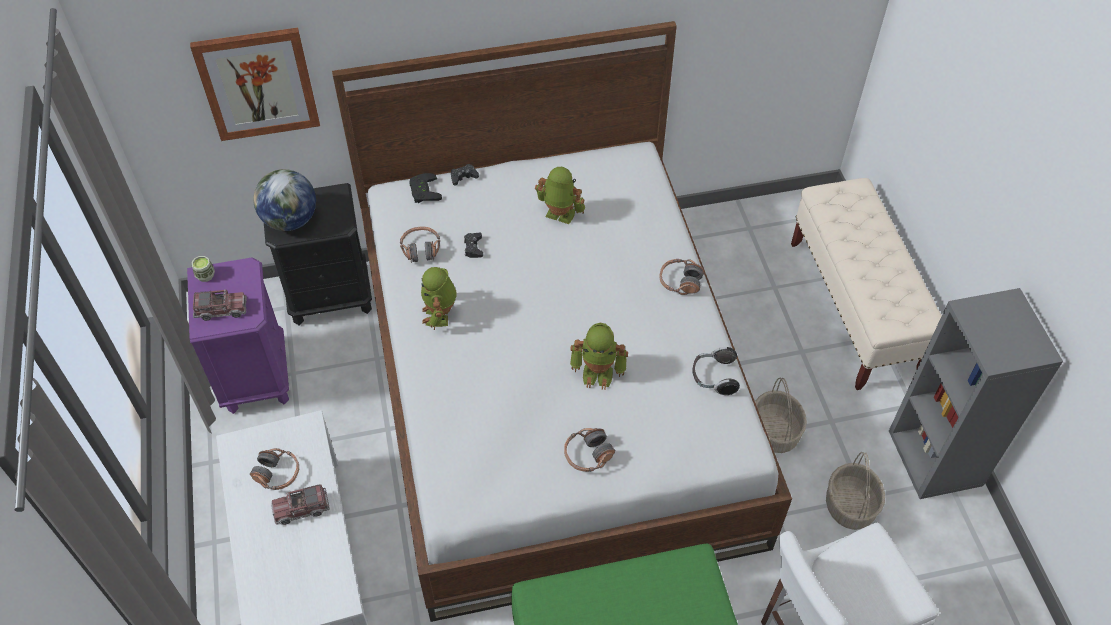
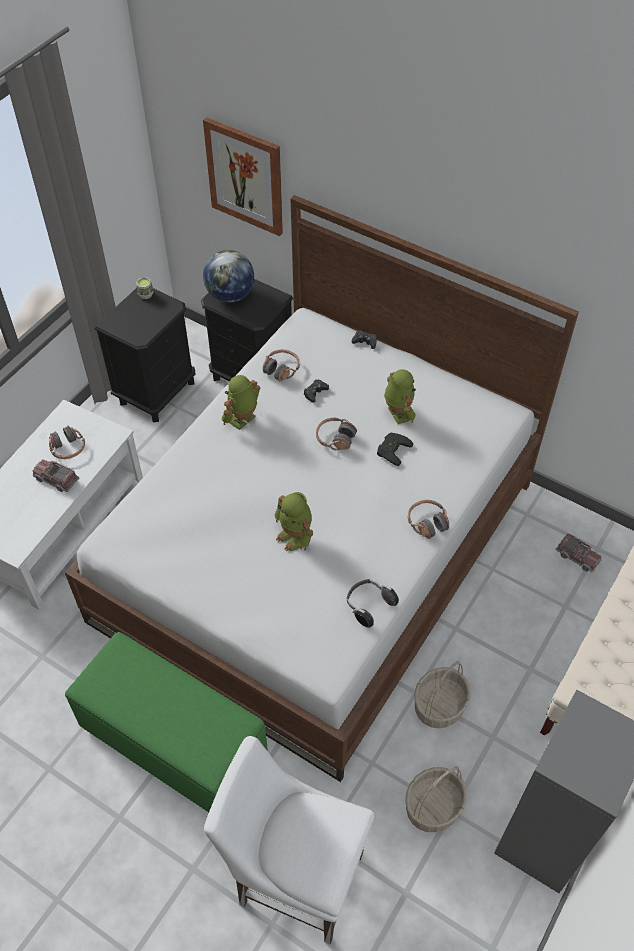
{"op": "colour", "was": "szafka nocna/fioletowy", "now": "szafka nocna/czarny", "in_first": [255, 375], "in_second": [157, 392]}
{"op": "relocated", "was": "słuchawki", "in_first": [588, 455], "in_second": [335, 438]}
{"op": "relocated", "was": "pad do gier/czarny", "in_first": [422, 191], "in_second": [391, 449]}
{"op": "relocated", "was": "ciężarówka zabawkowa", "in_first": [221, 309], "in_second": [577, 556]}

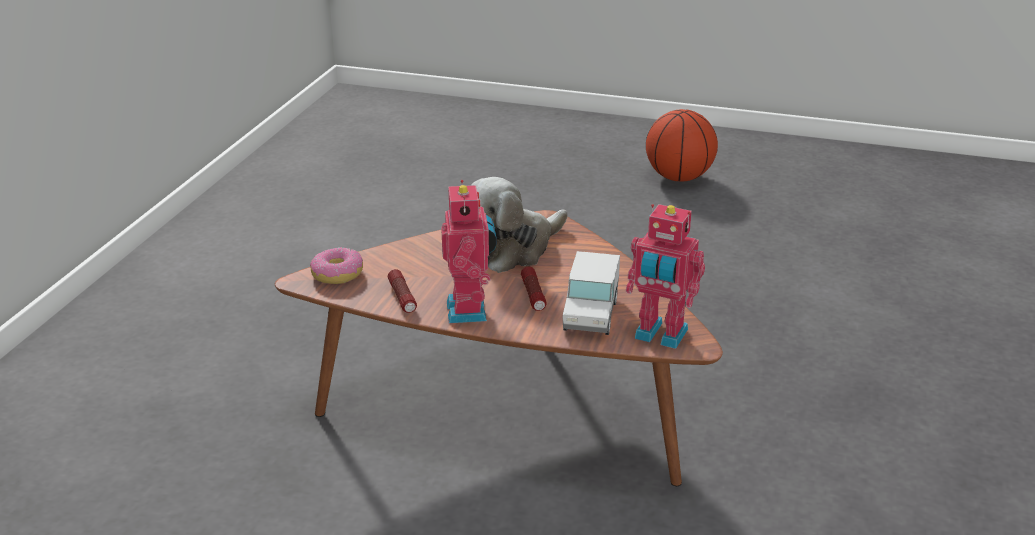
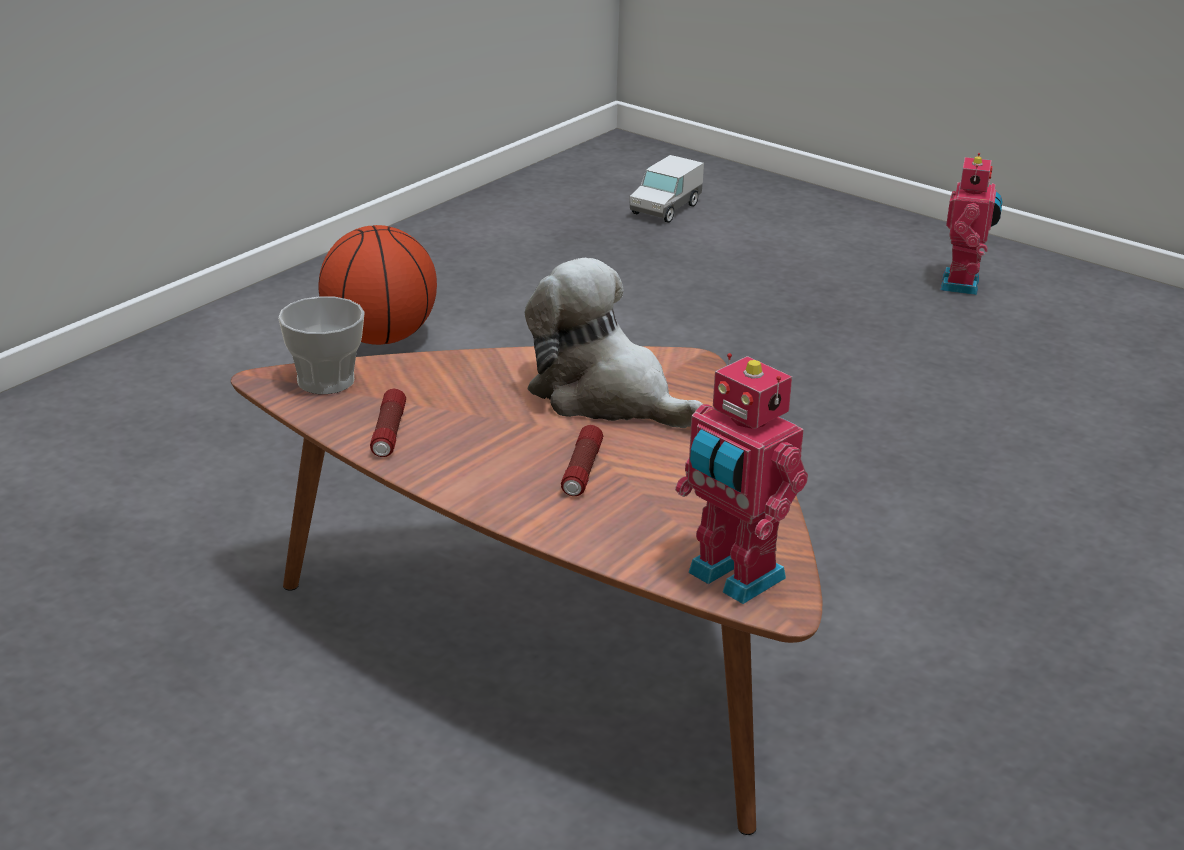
{"op": "exchanged", "was": "donut", "now": "filiżanka", "in_first": [337, 274], "in_second": [325, 381]}
{"op": "relocated", "was": "piłka do koszykówki", "in_first": [678, 178], "in_second": [379, 338]}
{"op": "spun", "was": "pluszak", "in_first": [514, 249], "in_second": [606, 397], "clockwise": 60}
{"op": "relocated", "was": "ciężarówka zabawkowa", "in_first": [590, 315], "in_second": [665, 209]}
{"op": "relocated", "was": "robot zabawkowy", "in_first": [470, 310], "in_second": [963, 285]}

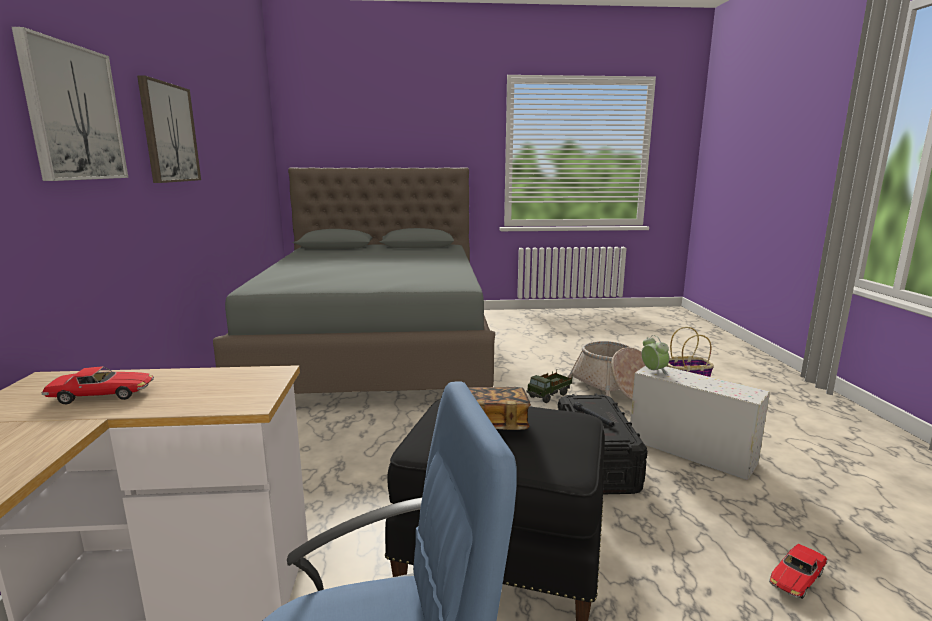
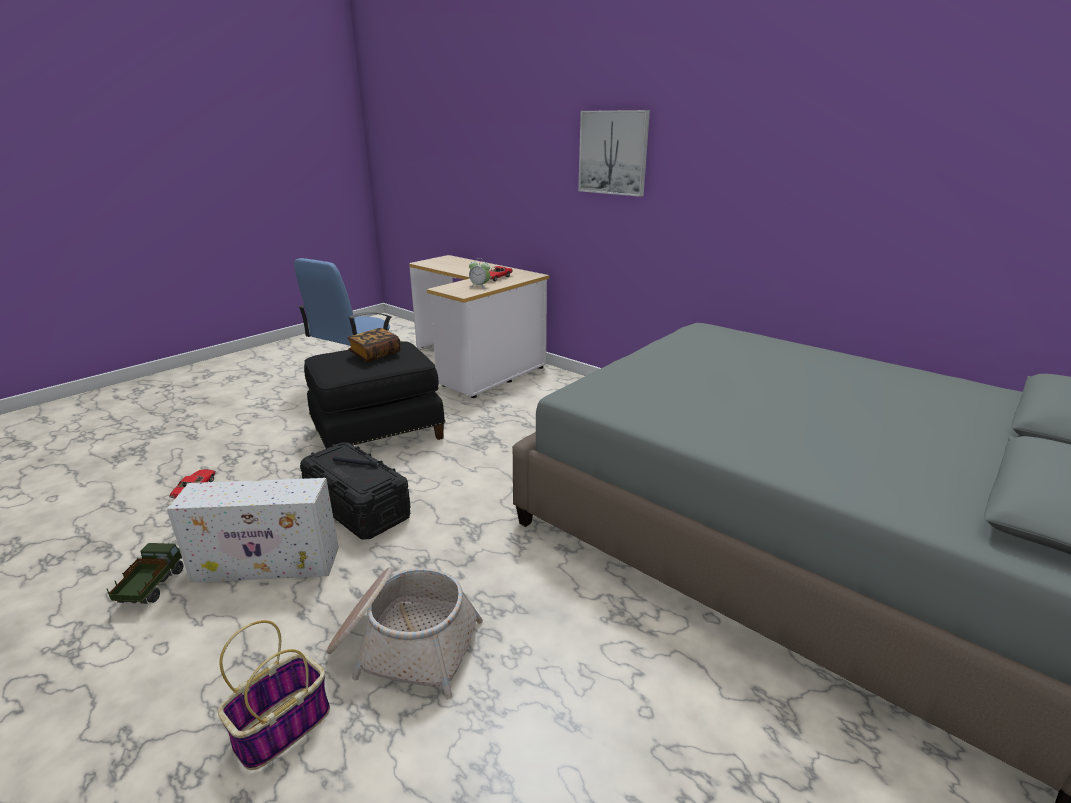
{"op": "relocated", "was": "ciężarówka zabawkowa", "in_first": [549, 395], "in_second": [153, 587]}
{"op": "relocated", "was": "budzik", "in_first": [653, 371], "in_second": [479, 286]}
{"op": "missing", "was": "obraz", "in_first": [169, 133]}

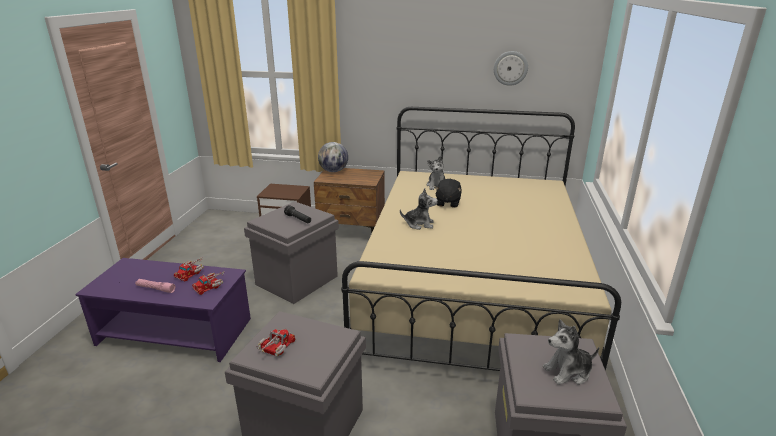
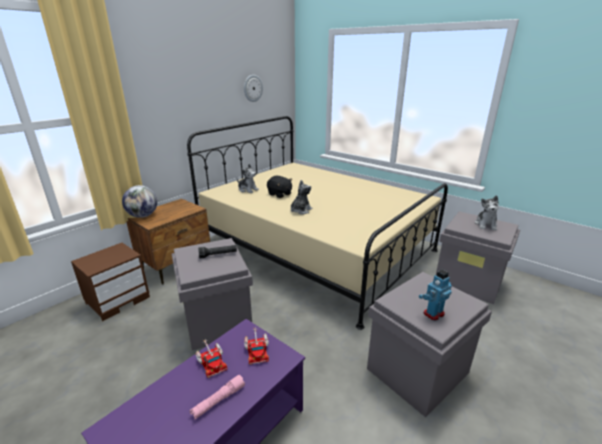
{"op": "exchanged", "was": "ciężarówka zabawkowa", "now": "robot zabawkowy", "in_first": [275, 349], "in_second": [433, 313]}

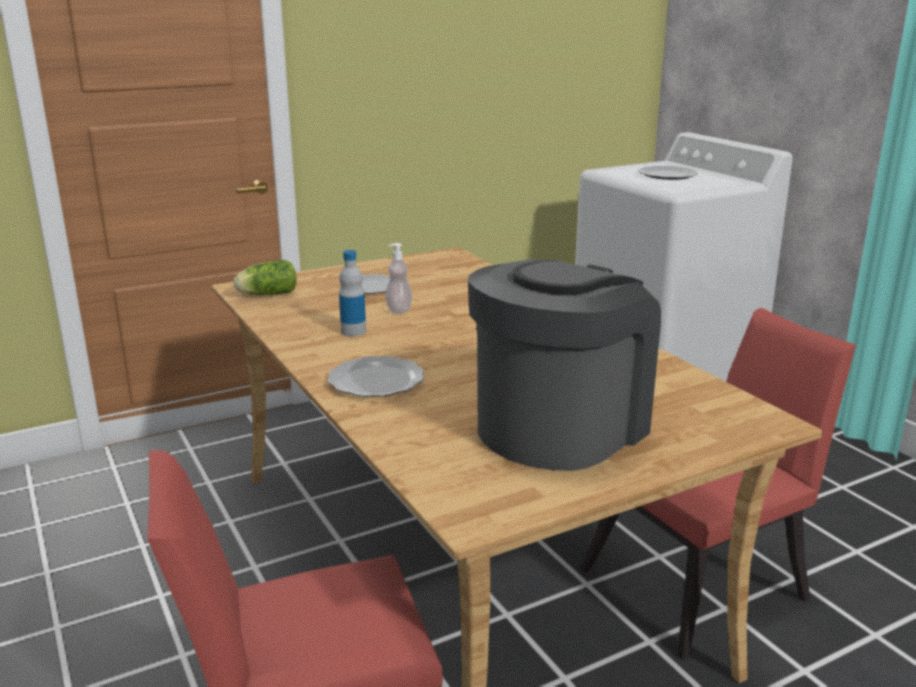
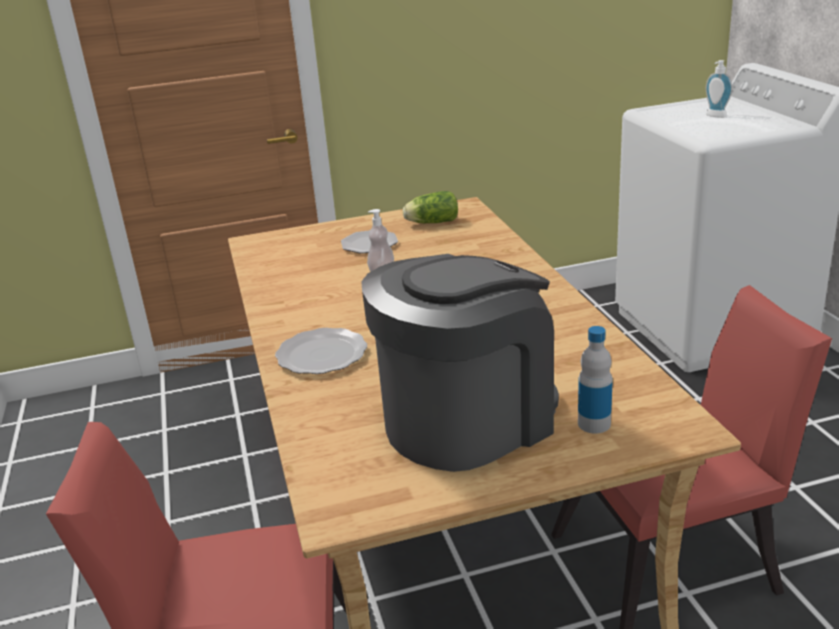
{"op": "relocated", "was": "sałata", "in_first": [266, 294], "in_second": [430, 222]}
{"op": "relocated", "was": "butelka", "in_first": [353, 331], "in_second": [594, 424]}
{"op": "exchanged", "was": "talerz", "now": "dozownik mydła", "in_first": [668, 175], "in_second": [714, 116]}

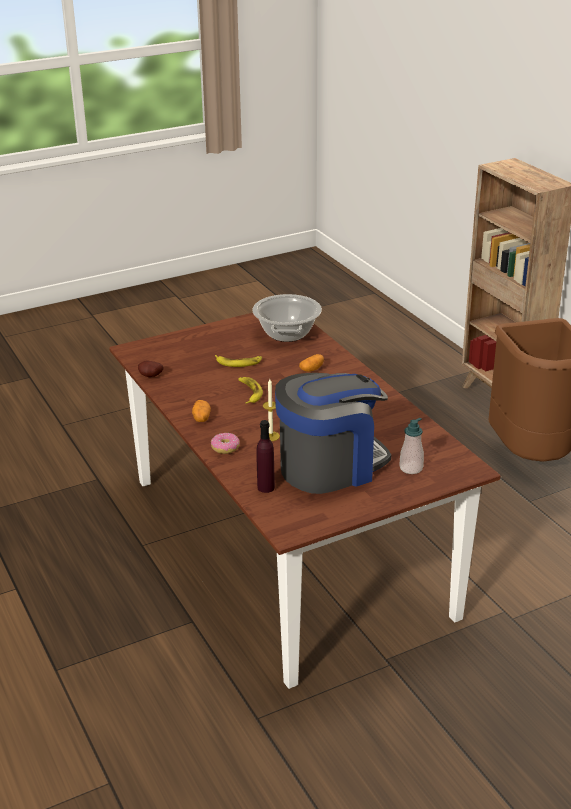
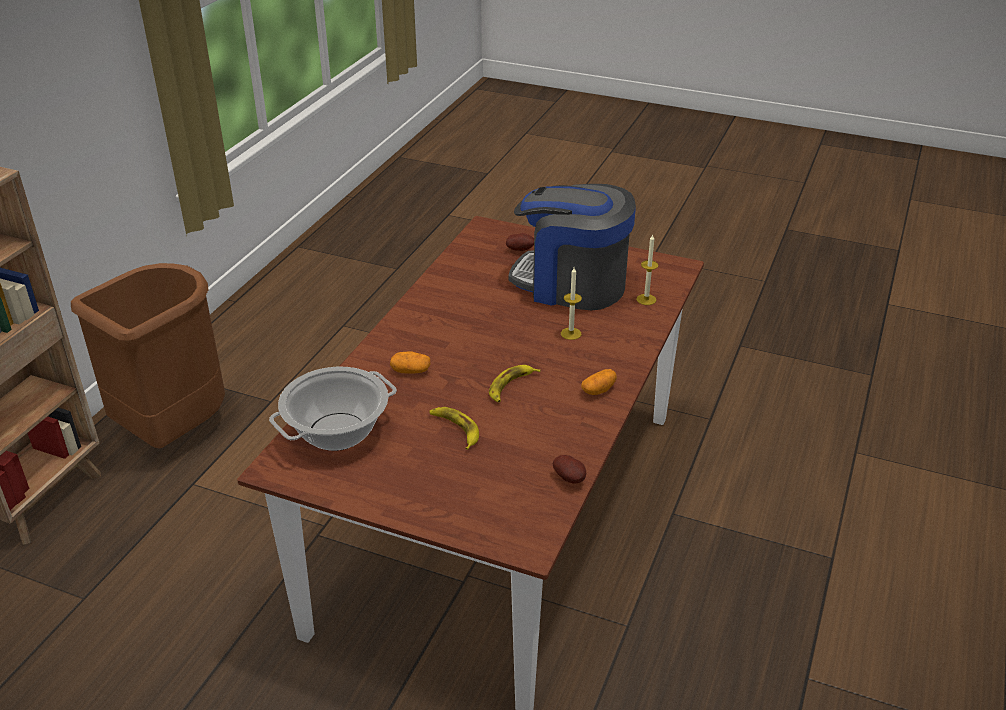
{"op": "exchanged", "was": "dozownik mydła", "now": "ziemniak", "in_first": [411, 468], "in_second": [520, 250]}
{"op": "exchanged", "was": "butelka/fioletowy", "now": "świeca", "in_first": [266, 487], "in_second": [646, 299]}
{"op": "missing", "was": "donut", "in_first": [225, 448]}

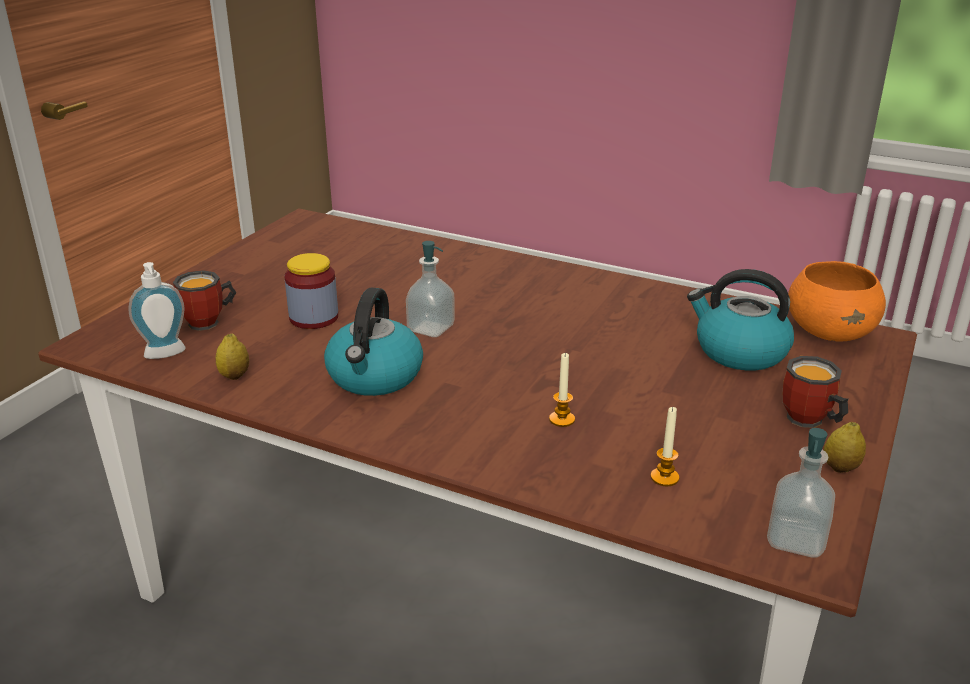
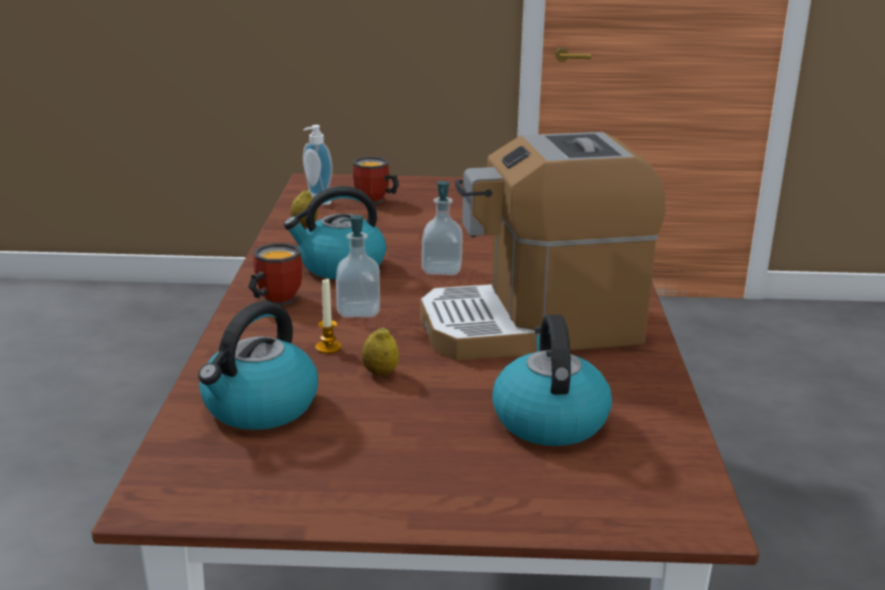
{"op": "exchanged", "was": "świeca", "now": "czajnik", "in_first": [664, 477], "in_second": [259, 407]}
{"op": "relocated", "was": "kubek", "in_first": [808, 422], "in_second": [273, 300]}
{"op": "relocated", "was": "dozownik mydła", "in_first": [796, 540], "in_second": [358, 310]}
{"op": "relocated", "was": "cytryna", "in_first": [840, 468], "in_second": [380, 373]}
{"op": "appeared", "now": "ekspres do kawy", "in_second": [533, 326]}
{"op": "missing", "was": "słoik", "in_first": [314, 318]}
{"op": "missing", "was": "miska/pomarańczowy", "in_first": [830, 333]}

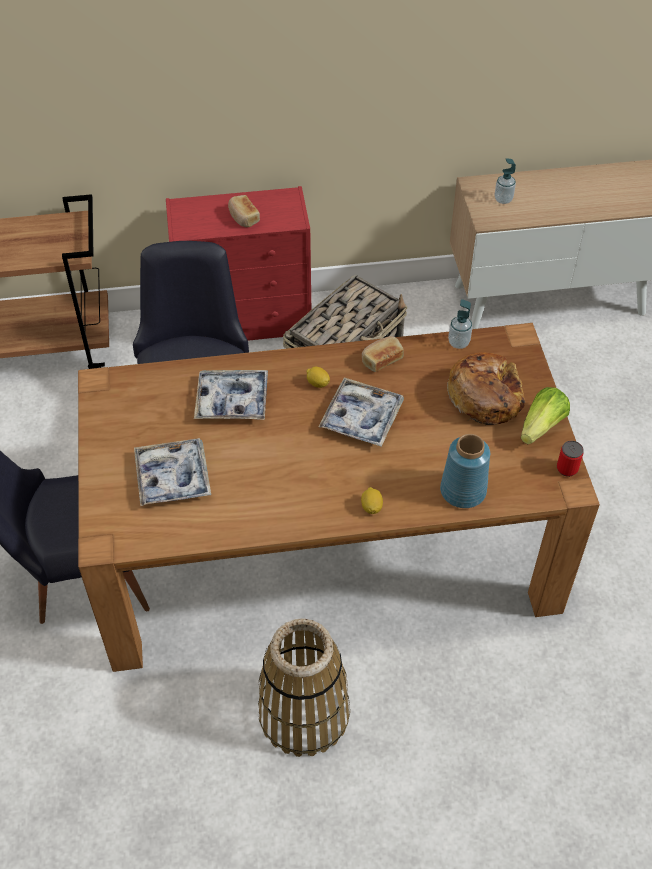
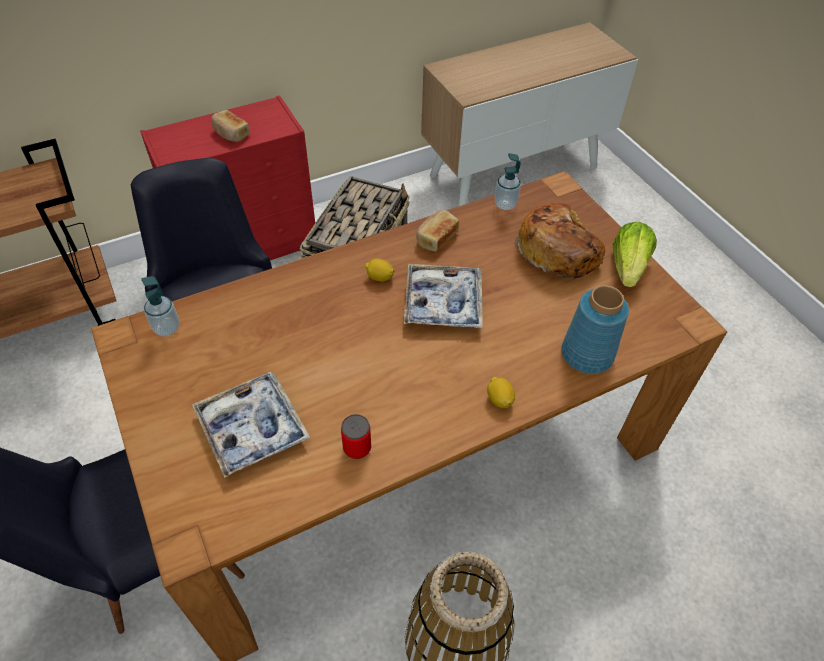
{"op": "relocated", "was": "dozownik mydła", "in_first": [503, 199], "in_second": [167, 328]}
{"op": "relocated", "was": "puszka", "in_first": [567, 469], "in_second": [357, 448]}
{"op": "missing", "was": "taca", "in_first": [232, 401]}

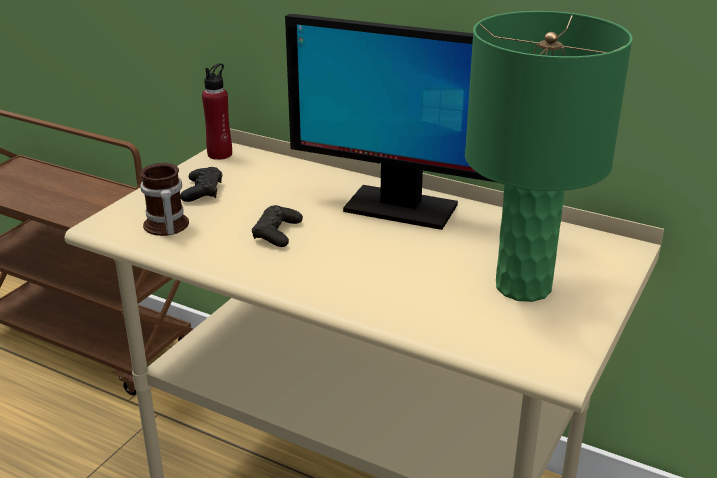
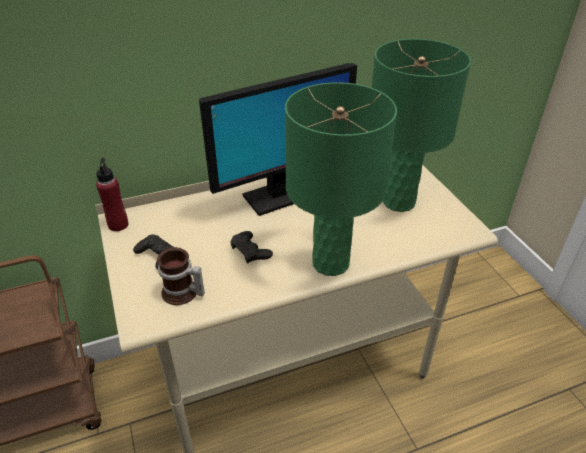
{"op": "appeared", "now": "lampa stołowa/zielony", "in_second": [331, 263]}

